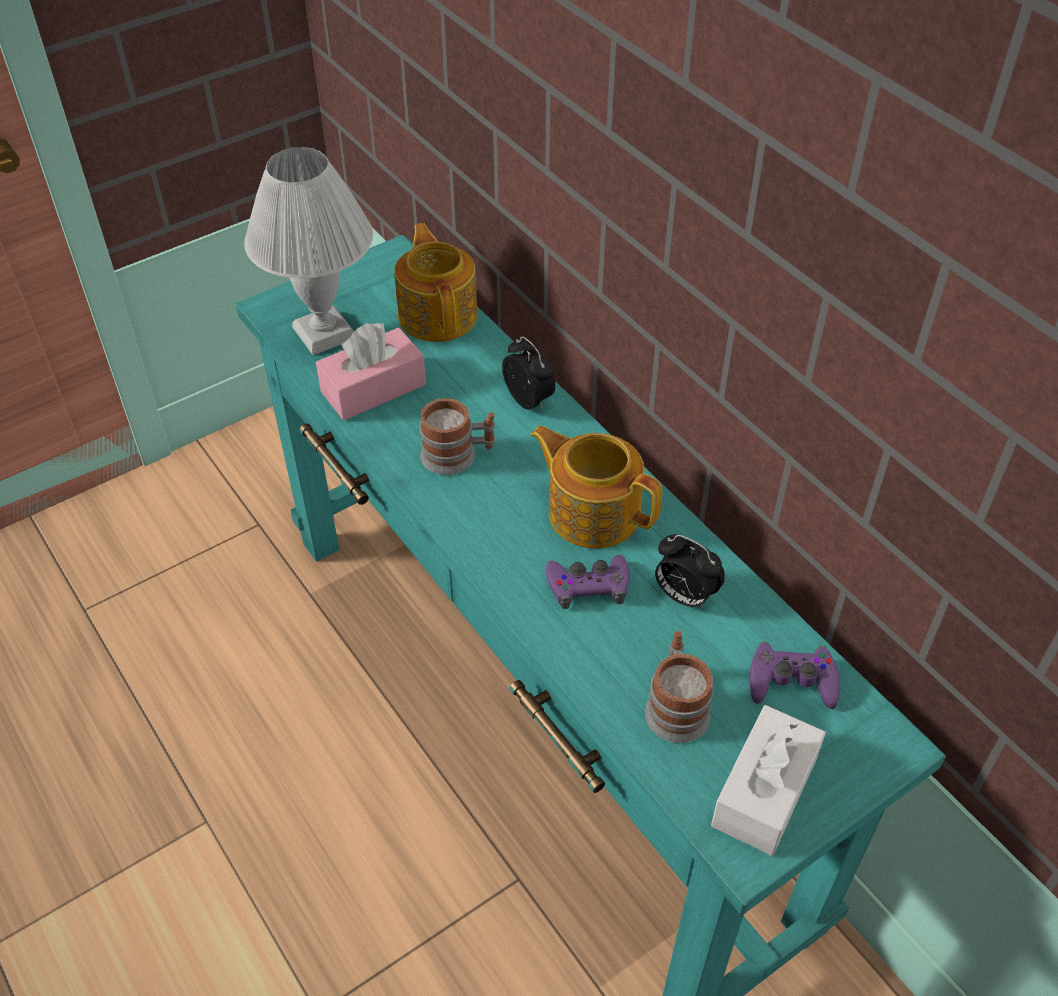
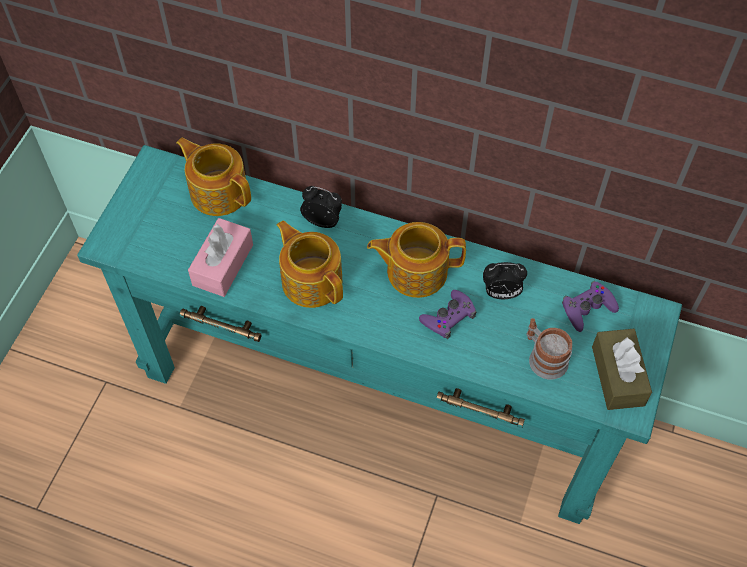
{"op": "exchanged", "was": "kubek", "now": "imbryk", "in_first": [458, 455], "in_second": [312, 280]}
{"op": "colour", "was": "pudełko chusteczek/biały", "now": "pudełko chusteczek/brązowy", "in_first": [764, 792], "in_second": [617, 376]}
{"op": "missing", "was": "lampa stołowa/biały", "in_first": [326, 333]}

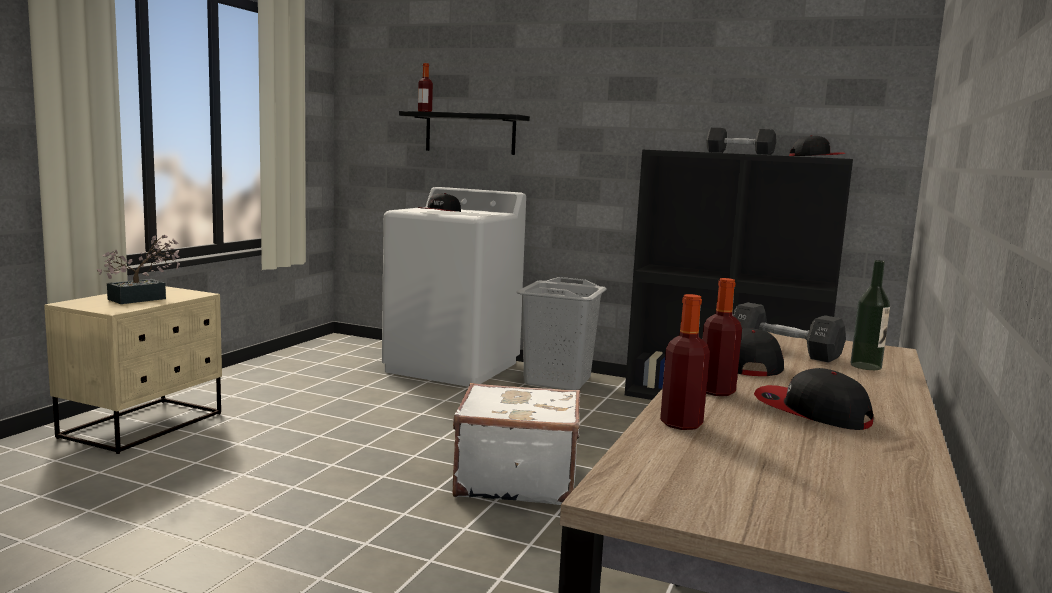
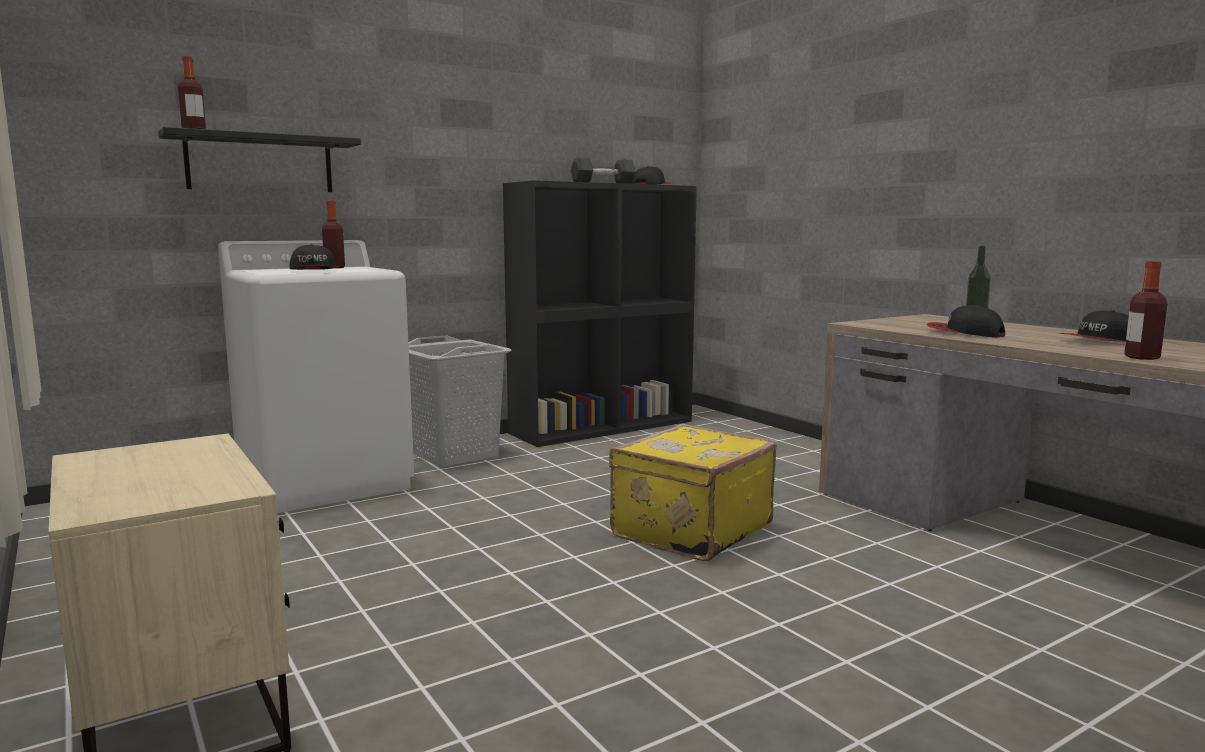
{"op": "relocated", "was": "butelka", "in_first": [716, 391], "in_second": [334, 267]}
{"op": "colour", "was": "walizka/biały", "now": "walizka/żółty", "in_first": [516, 480], "in_second": [689, 530]}
{"op": "missing", "was": "roślina doniczkowa", "in_first": [143, 298]}
{"op": "missing", "was": "hantel/czarny", "in_first": [784, 350]}

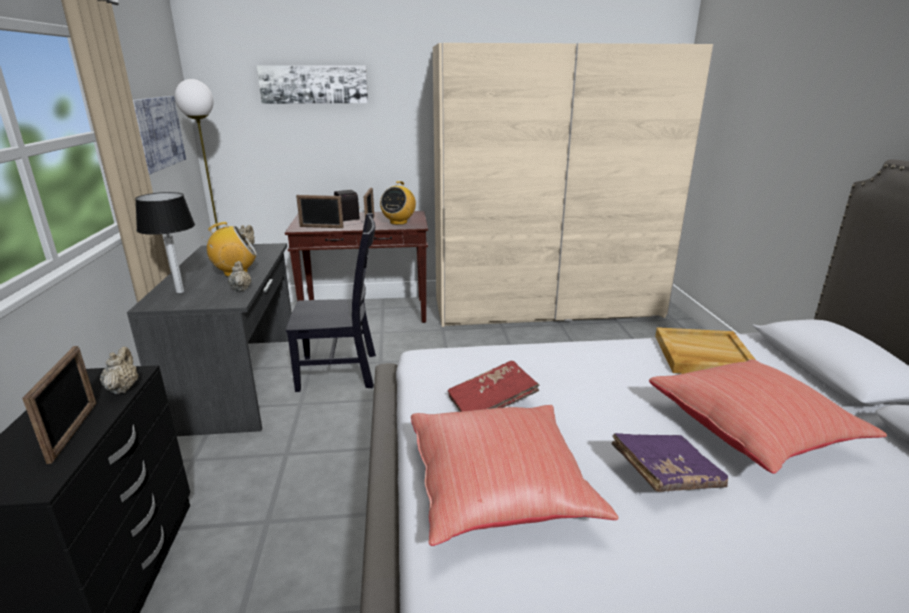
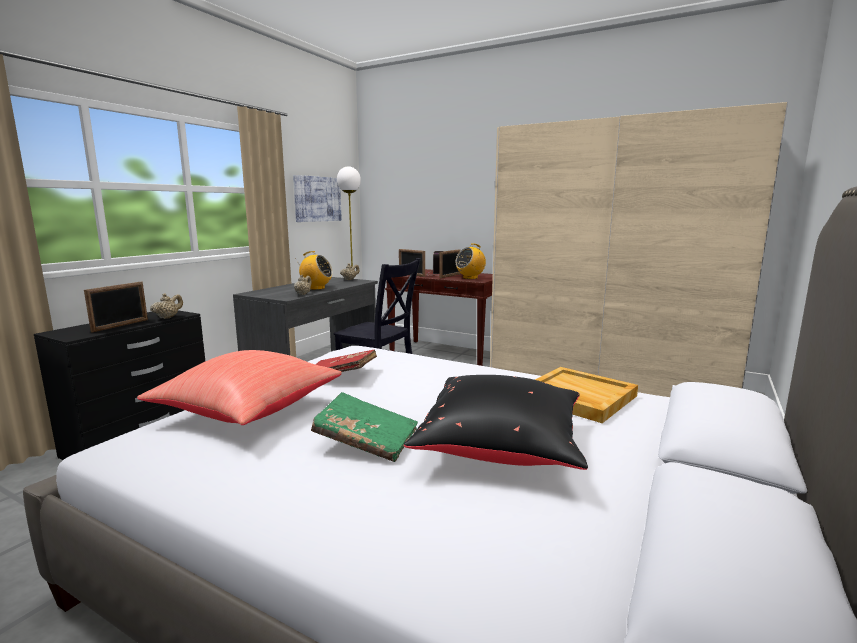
{"op": "colour", "was": "książka/fioletowy", "now": "książka/zielony", "in_first": [665, 475], "in_second": [366, 441]}
{"op": "colour", "was": "poduszka/czerwony", "now": "poduszka/czarny", "in_first": [752, 433], "in_second": [501, 448]}
{"op": "missing", "was": "lampa stołowa", "in_first": [180, 291]}
{"op": "missing", "was": "obraz", "in_first": [314, 84]}

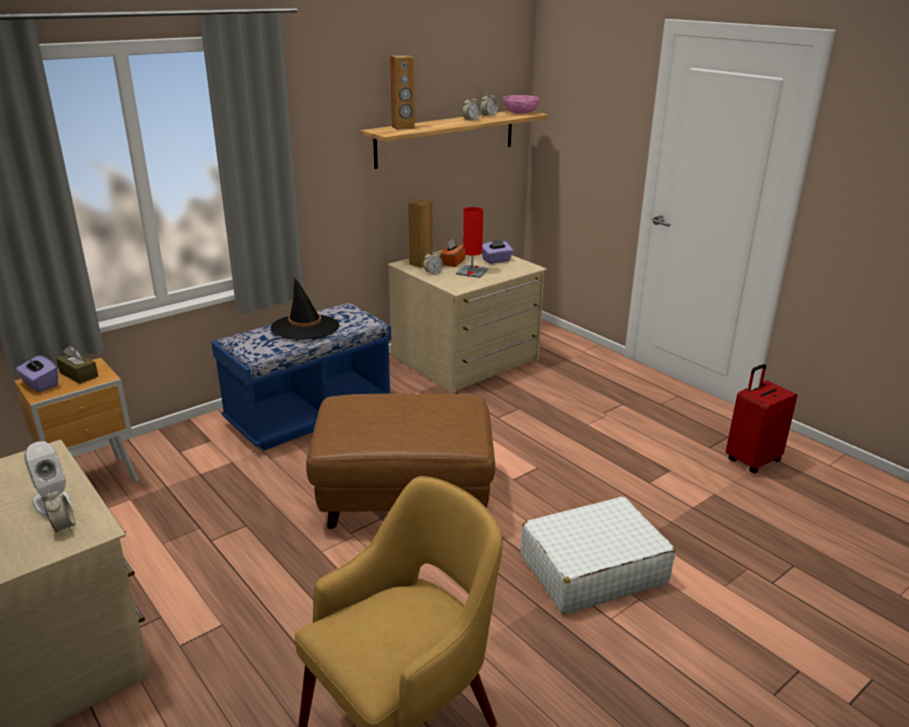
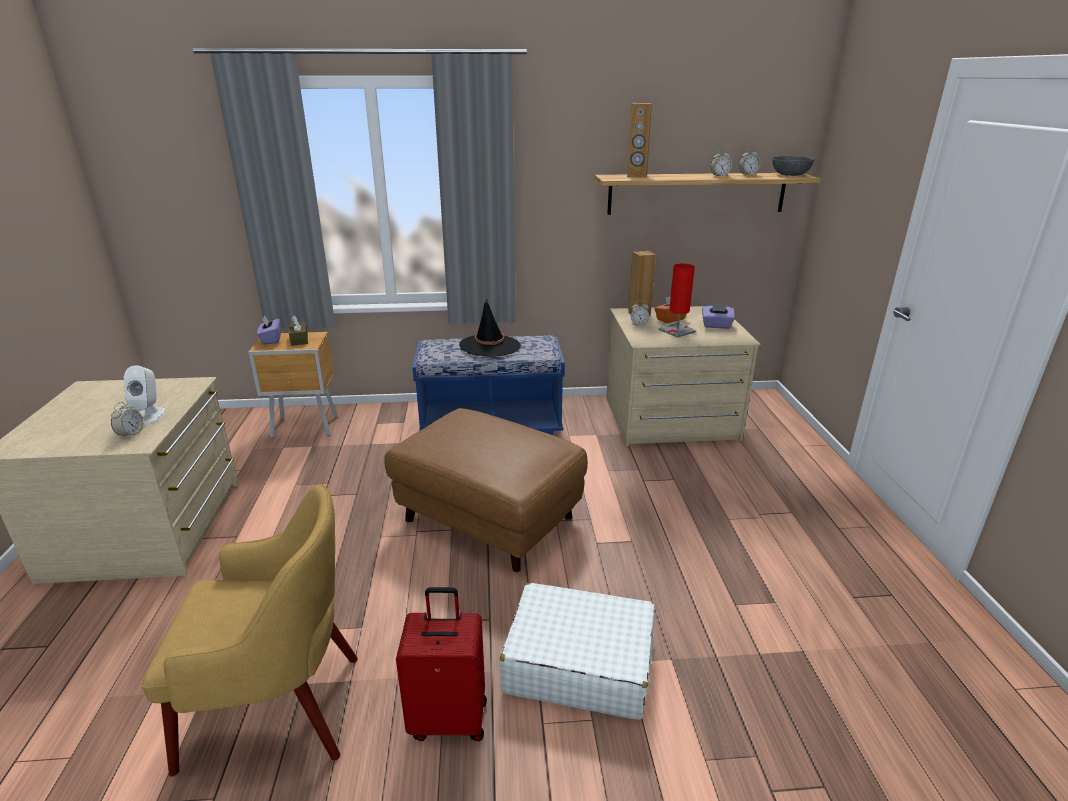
{"op": "relocated", "was": "walizka/czerwony", "in_first": [751, 460], "in_second": [449, 718]}
{"op": "colour", "was": "miska/różowy", "now": "miska/szary", "in_first": [520, 113], "in_second": [790, 175]}

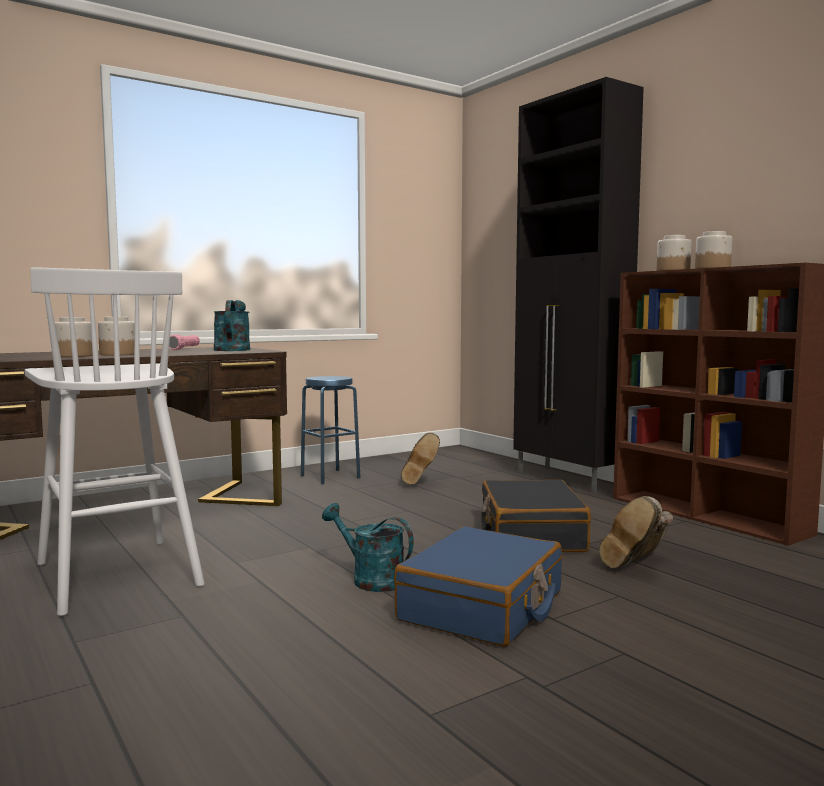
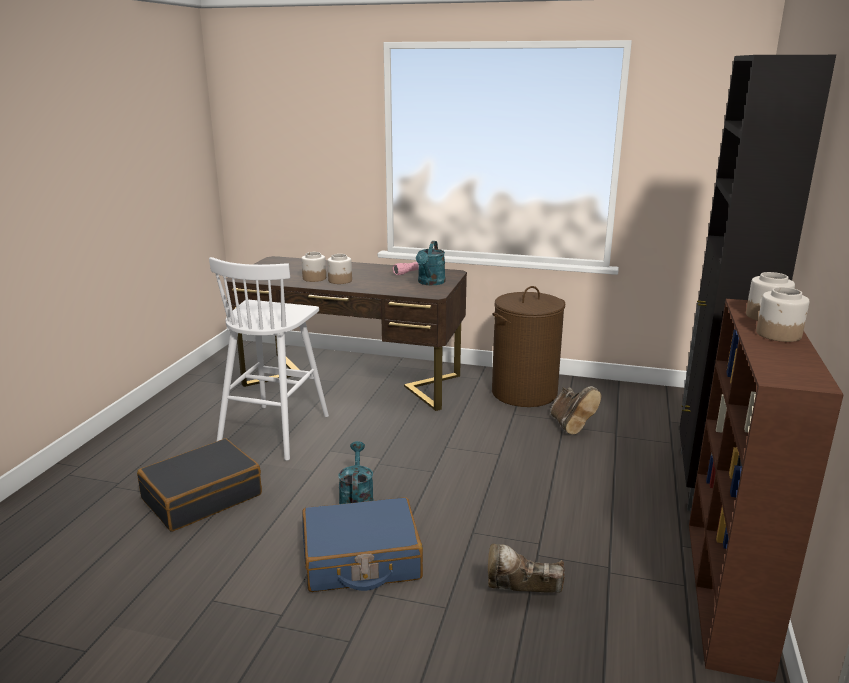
{"op": "relocated", "was": "walizka/czarny", "in_first": [530, 534], "in_second": [202, 497]}
{"op": "spun", "was": "konewka/turkusowy", "in_first": [233, 349], "in_second": [430, 283], "clockwise": 150}
{"op": "exchanged", "was": "stołek/niebieski", "now": "kosz na pranie/brązowy", "in_first": [330, 477], "in_second": [524, 393]}
{"op": "spun", "was": "but z cholewką/brązowy", "in_first": [417, 482], "in_second": [570, 426], "clockwise": -60}

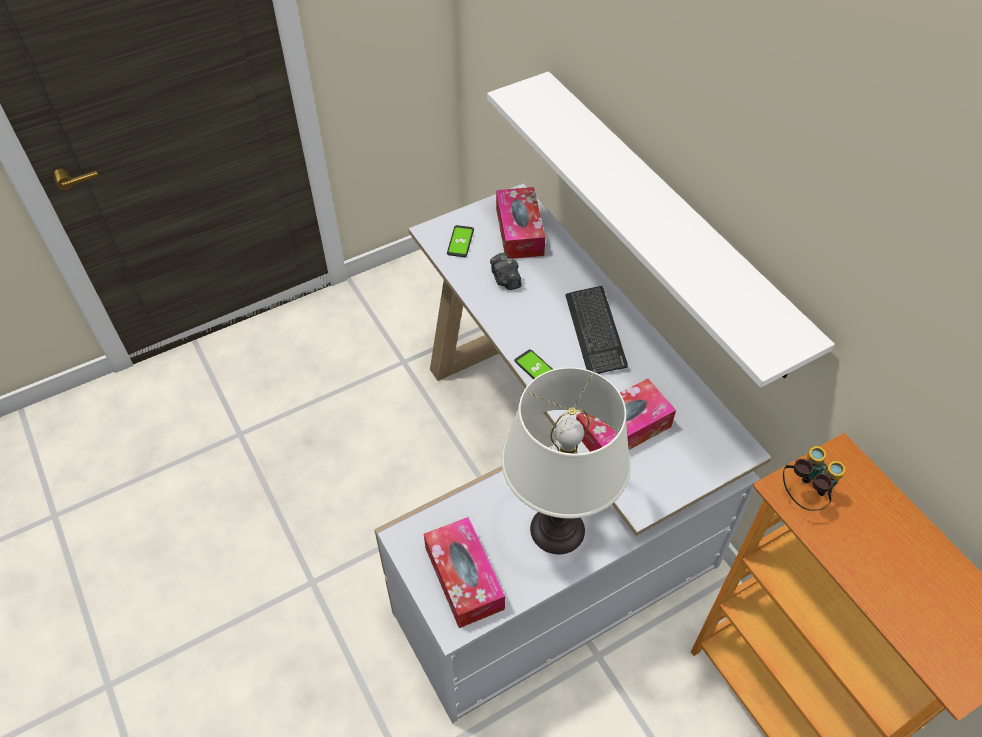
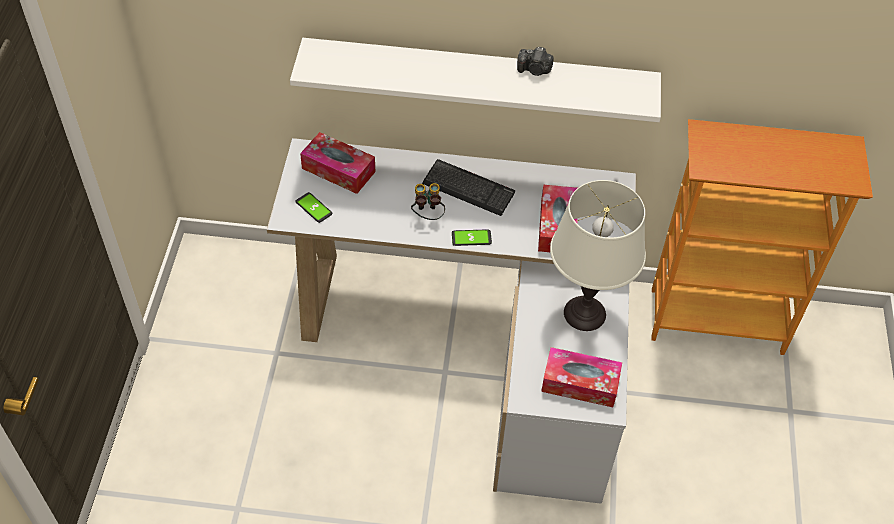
{"op": "relocated", "was": "lornetka", "in_first": [803, 495], "in_second": [427, 215]}
{"op": "relocated", "was": "aparat fotograficzny", "in_first": [505, 280], "in_second": [534, 70]}

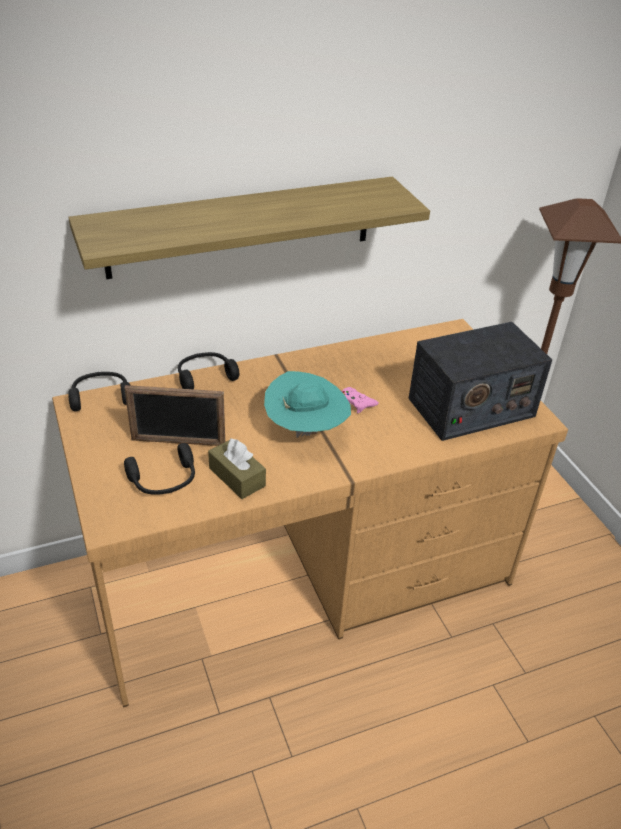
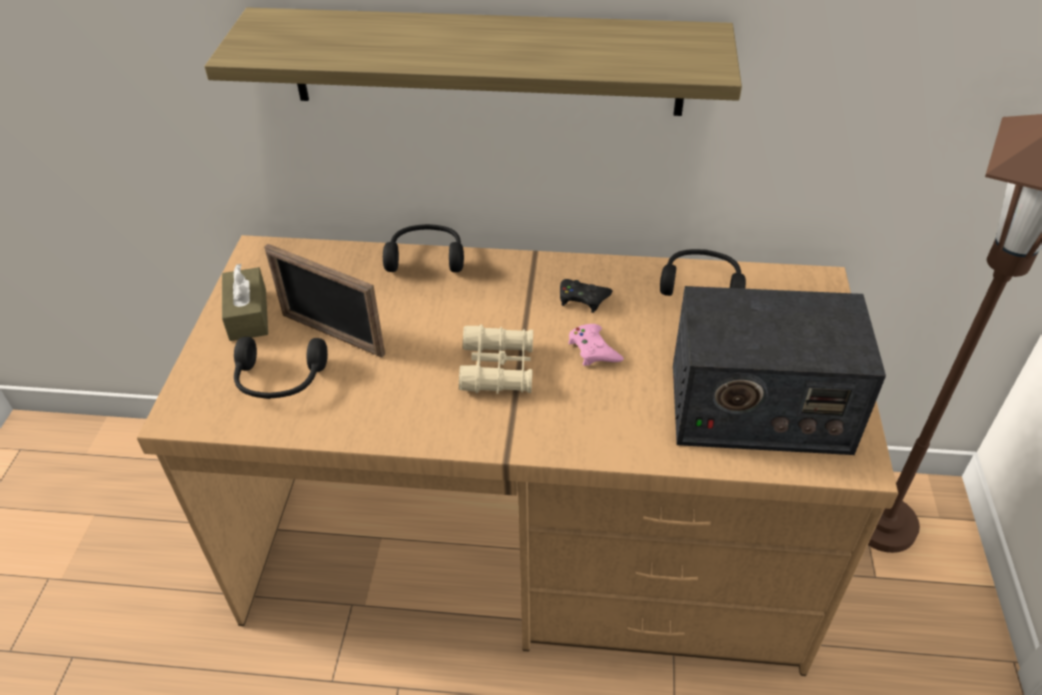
{"op": "relocated", "was": "pudełko chusteczek/brązowy", "in_first": [237, 477], "in_second": [248, 314]}
{"op": "exchanged", "was": "kapelusz/turkusowy", "now": "lornetka/beżowy", "in_first": [306, 430], "in_second": [498, 368]}
{"op": "appeared", "now": "pad do gier/czarny", "in_second": [583, 298]}
{"op": "relocated", "was": "słuchawki/czarny", "in_first": [101, 396], "in_second": [701, 284]}

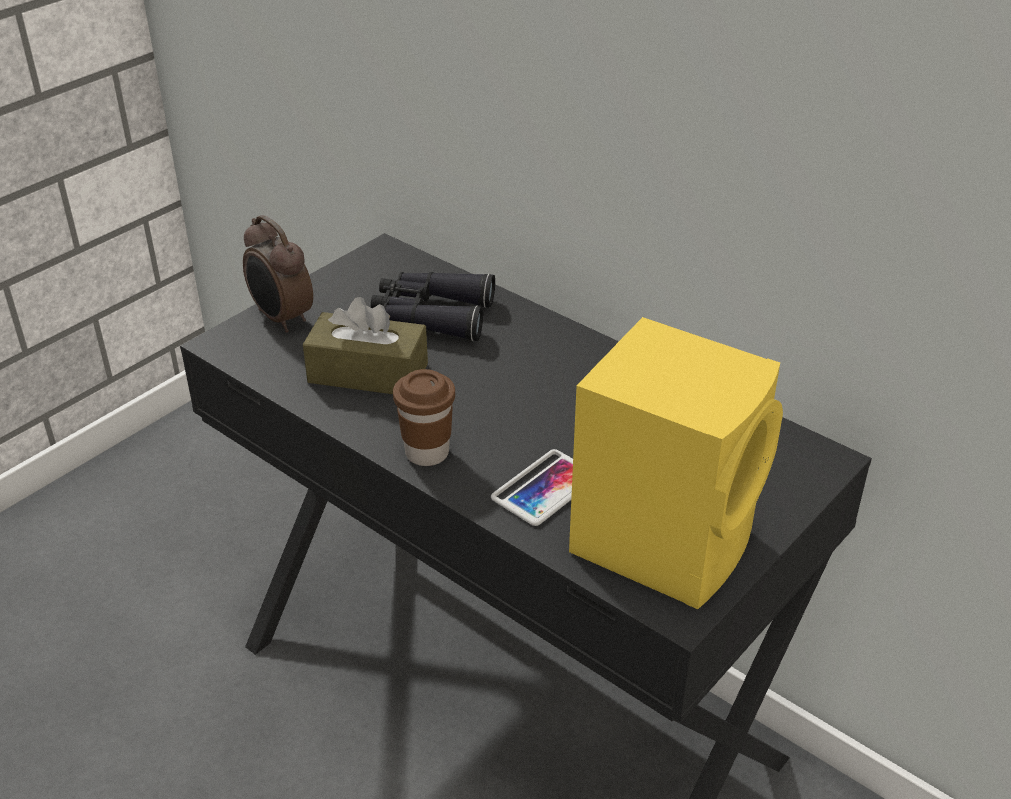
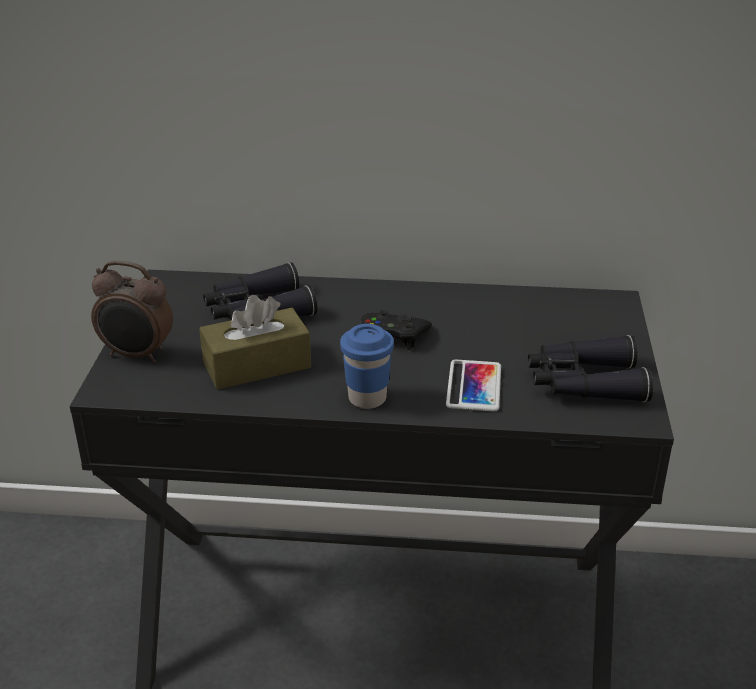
{"op": "colour", "was": "filiżanka/brązowy", "now": "filiżanka/niebieski", "in_first": [427, 453], "in_second": [367, 398]}
{"op": "appeared", "now": "pad do gier/czarny", "in_second": [393, 335]}
{"op": "exchanged", "was": "głośnik/żółty", "now": "lornetka/czarny", "in_first": [666, 539], "in_second": [584, 383]}

